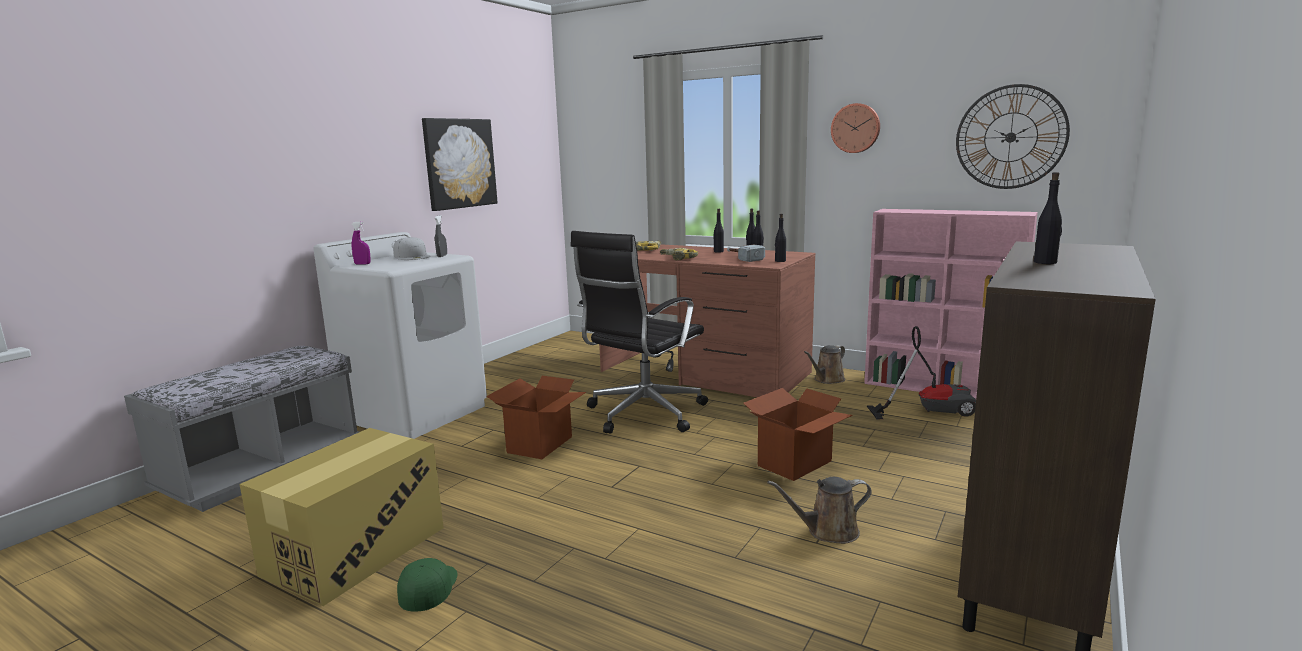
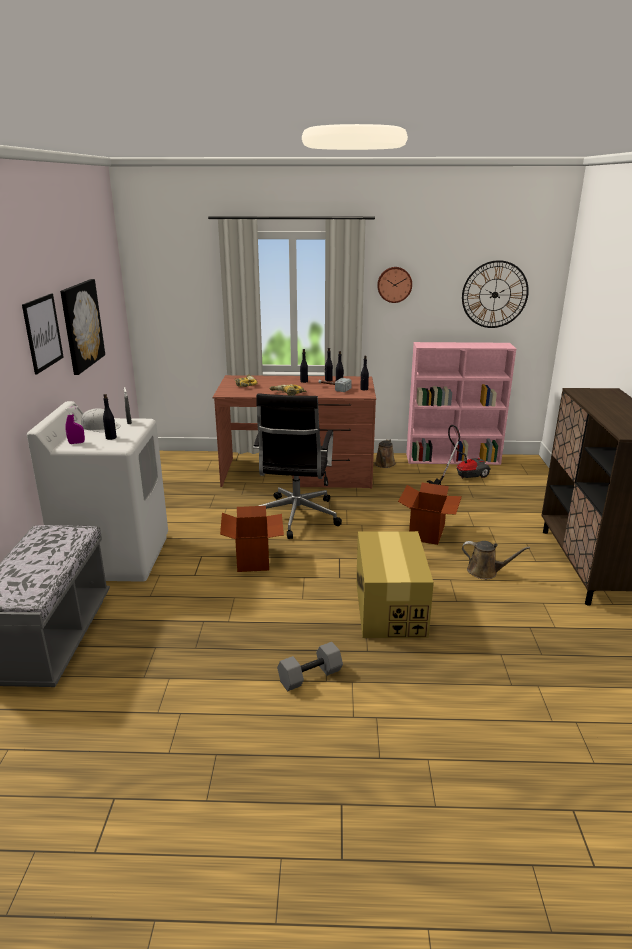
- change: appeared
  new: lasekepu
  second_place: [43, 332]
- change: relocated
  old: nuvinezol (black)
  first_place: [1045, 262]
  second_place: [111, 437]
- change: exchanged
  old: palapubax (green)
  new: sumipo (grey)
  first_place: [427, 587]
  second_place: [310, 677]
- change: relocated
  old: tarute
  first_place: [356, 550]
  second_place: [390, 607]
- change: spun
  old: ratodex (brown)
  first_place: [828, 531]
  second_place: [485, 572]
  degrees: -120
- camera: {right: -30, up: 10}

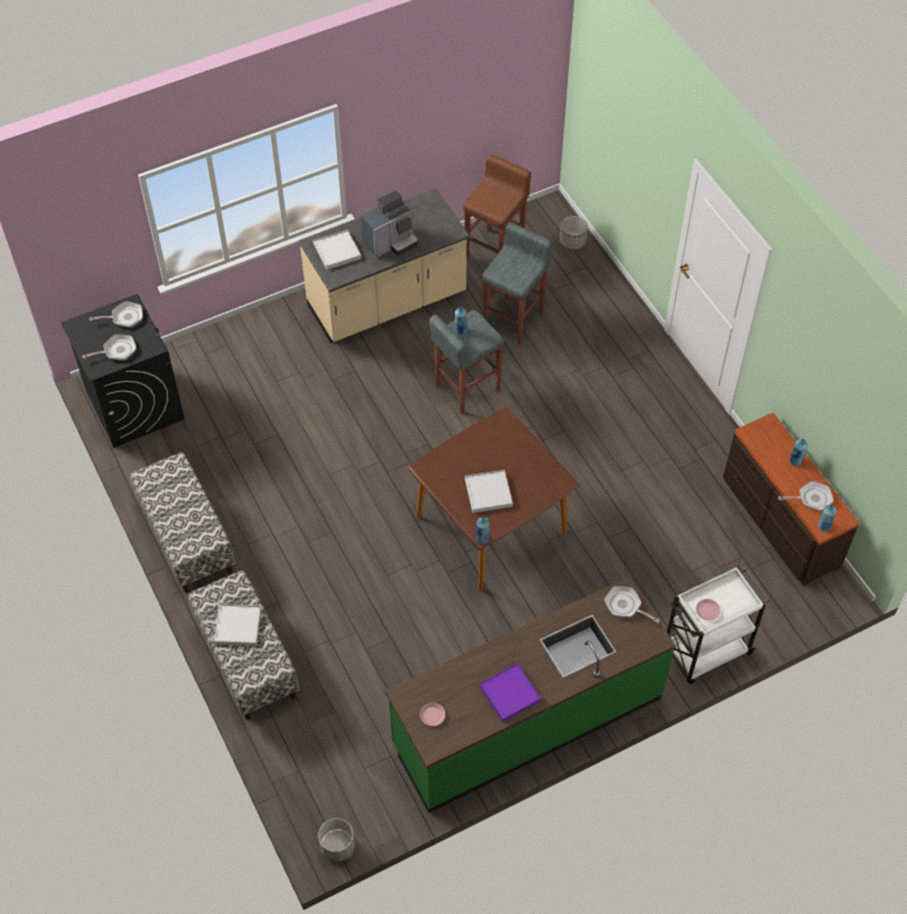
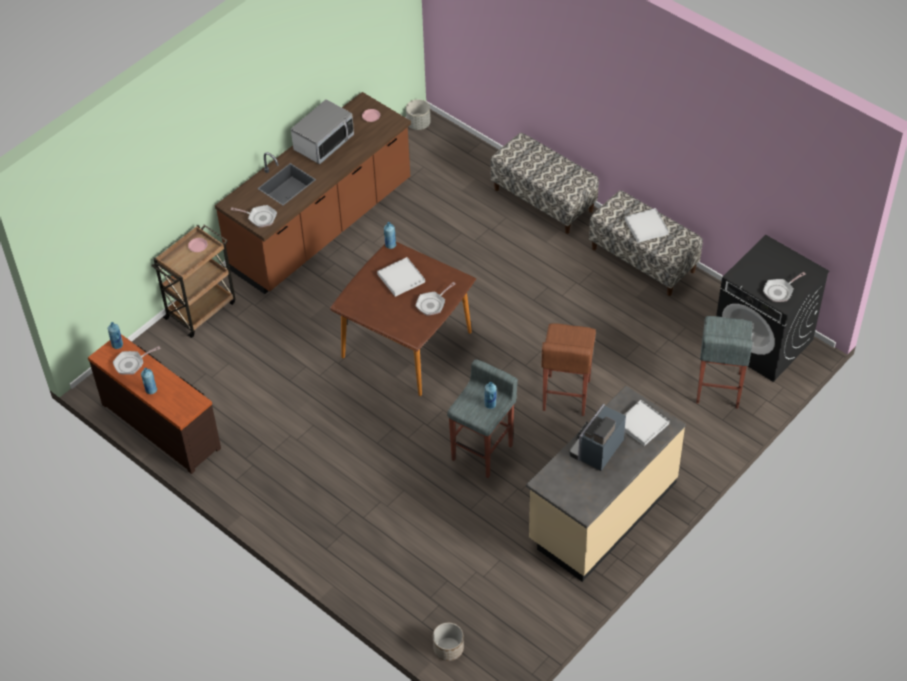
- change: colour
  old: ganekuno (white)
  new: ganekuno (brown)
  first_place: [705, 651]
  second_place: [201, 309]
- change: colour
  old: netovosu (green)
  new: netovosu (brown)
  first_place: [526, 720]
  second_place: [322, 226]
- change: exchanged
  old: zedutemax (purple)
  new: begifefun
  first_place: [509, 694]
  second_place: [323, 143]
- change: relocated
  old: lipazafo
  first_place: [117, 350]
  second_place: [432, 304]
- change: relocated
  old: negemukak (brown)
  first_place: [495, 251]
  second_place: [565, 396]
- change: relocated
  old: zedutemax (white)
  first_place: [237, 626]
  second_place: [646, 227]
- change: relocated
  old: negemukak (grey)
  first_place: [514, 320]
  second_place: [718, 388]
- camera: {right: 160, up: -5}

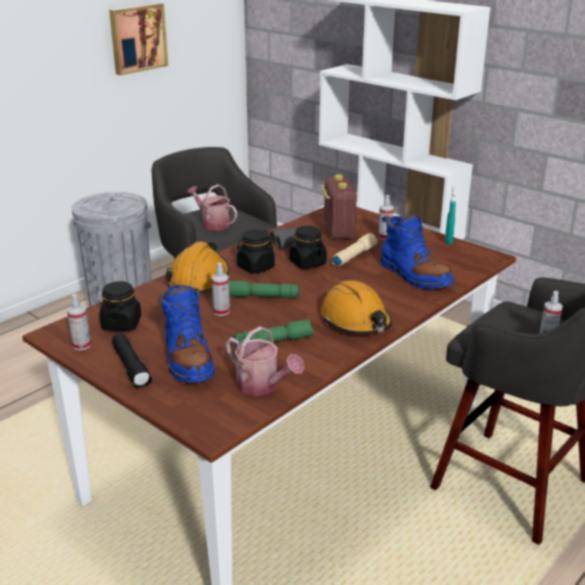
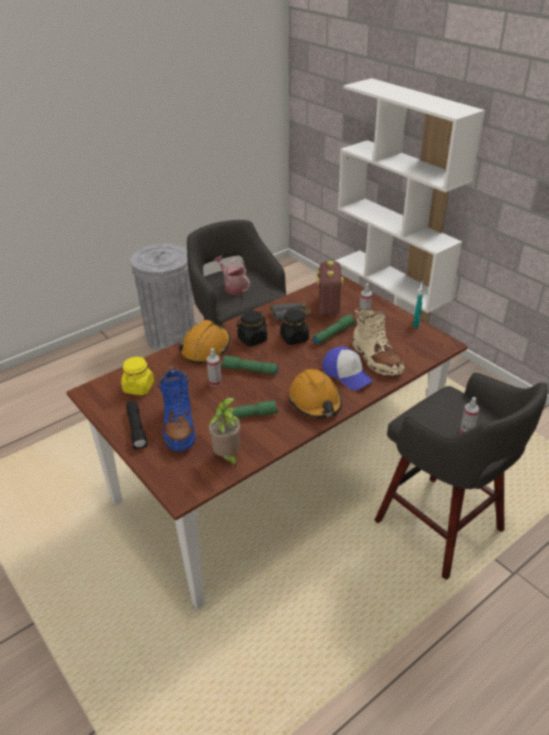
- change: colour
  old: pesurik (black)
  new: pesurik (yellow)
  first_place: [121, 324]
  second_place: [138, 387]
- change: exchanged
  old: ratodex
  new: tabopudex
  first_place: [262, 386]
  second_place: [227, 457]
- change: colour
  old: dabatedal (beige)
  new: dabatedal (green)
  first_place: [354, 256]
  second_place: [333, 333]
- change: appeared
  new: palapubax
  second_place: [347, 374]
- change: colour
  old: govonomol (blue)
  new: govonomol (beige)
  first_place: [414, 275]
  second_place: [376, 358]
- change: missing
  old: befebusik
  first_place: [81, 345]
- change: missing
  old: lasekepu
  first_place: [137, 38]
- camera: {right: 10, up: 10}

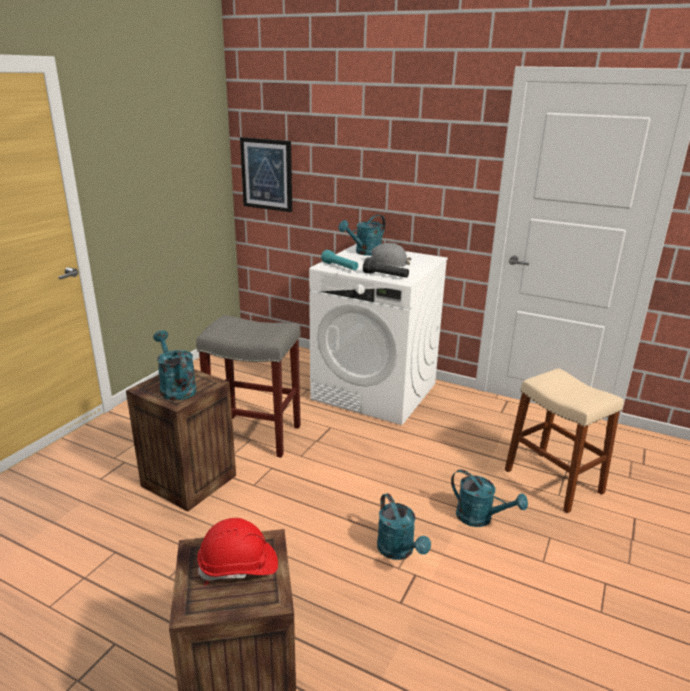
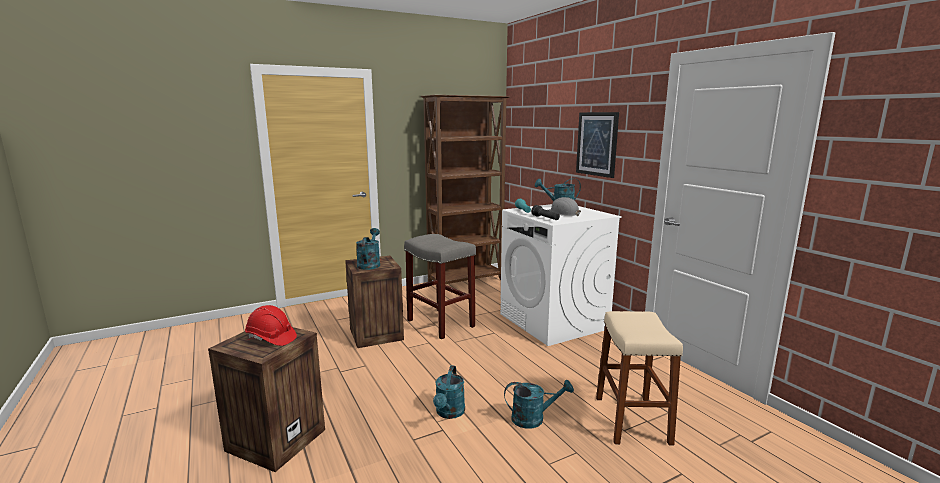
- change: appeared
  new: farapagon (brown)
  second_place: [466, 281]
- change: spun
  old: ratodex (turquoise)
  first_place: [480, 518]
  second_place: [534, 418]
  degrees: -75
- change: relocated
  old: lasekepu
  first_place: [267, 174]
  second_place: [597, 144]
- camera: {right: 35, up: -10}

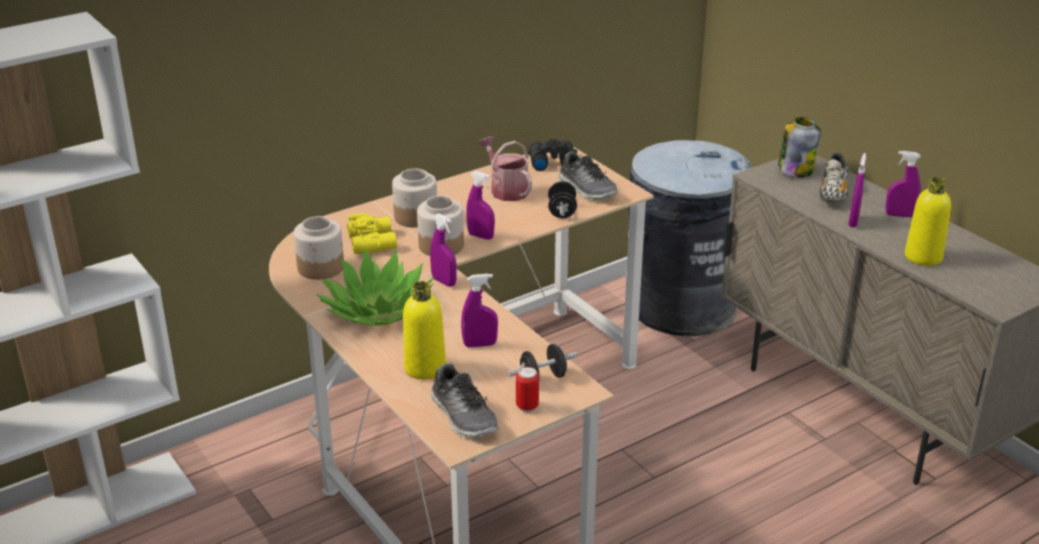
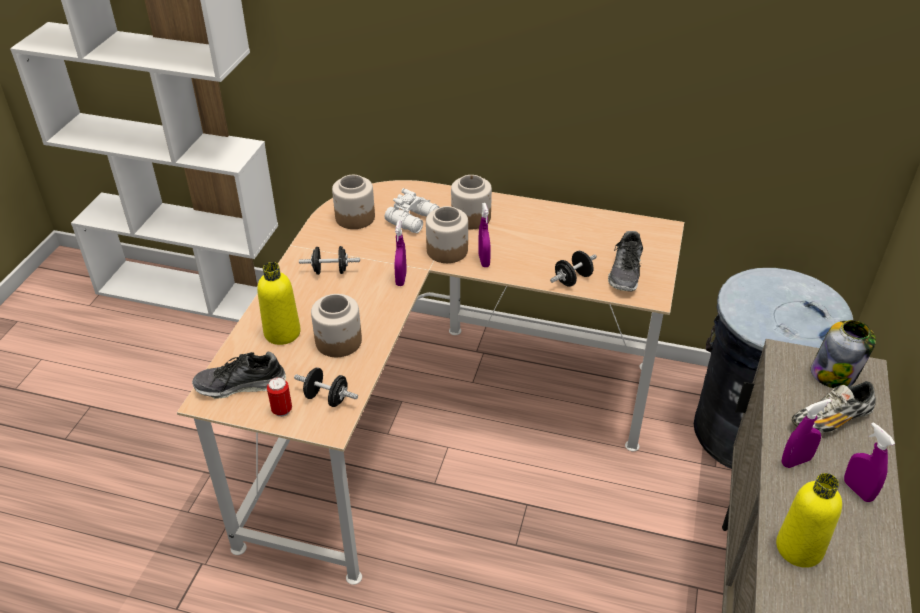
- change: spun
  old: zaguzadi
  first_place: [464, 416]
  second_place: [241, 385]
  degrees: 60
- change: exchanged
  old: tabopudex
  new: sumipo (black)
  first_place: [377, 310]
  second_place: [330, 271]
- change: exchanged
  old: befebusik (purple)
  new: pesurik
  first_place: [480, 344]
  second_place: [338, 342]
- change: colour
  old: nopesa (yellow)
  new: nopesa (white)
  first_place: [373, 242]
  second_place: [414, 219]
- change: missing
  old: ratodex
  first_place: [506, 190]
- change: missing
  old: nopesa (black)
  first_place: [551, 162]
- camera: {right: 50, up: 10}

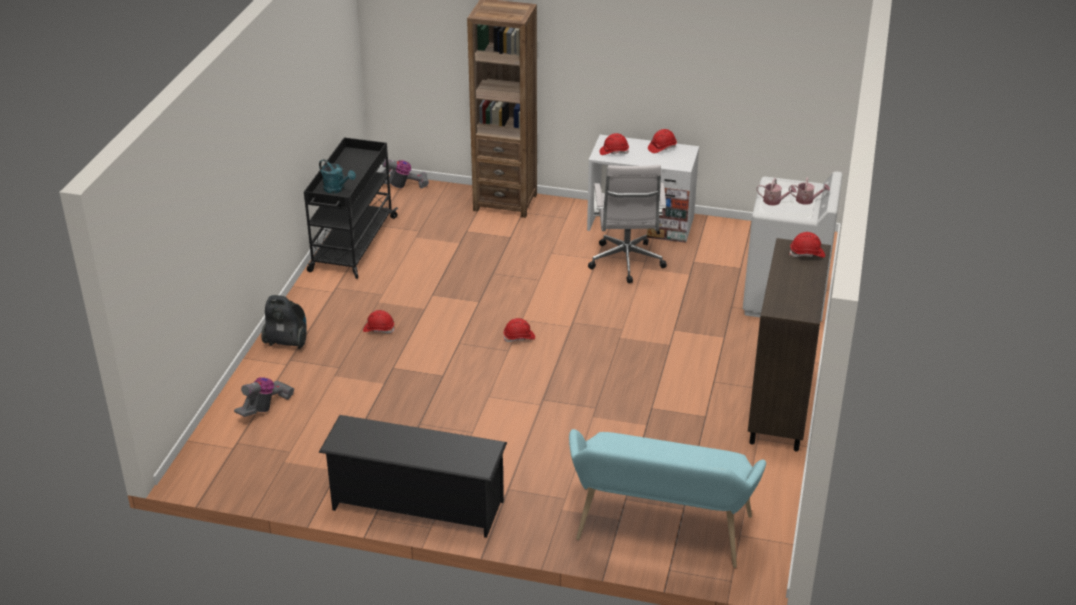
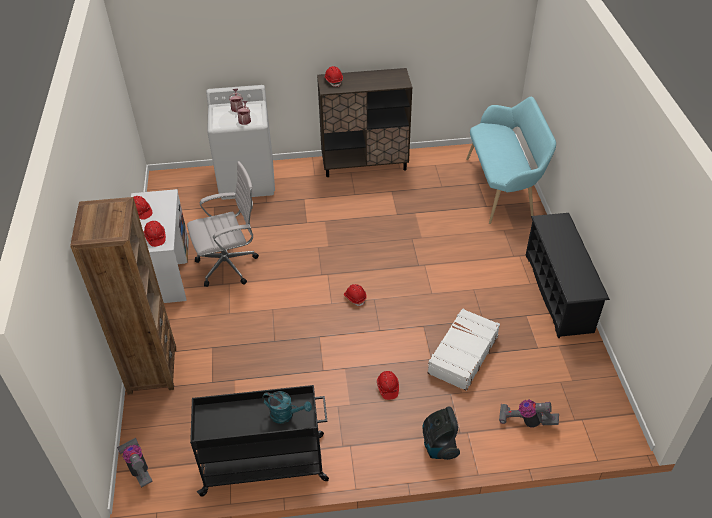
- change: spun
  old: ratodex (turquoise)
  first_place: [337, 189]
  second_place: [286, 415]
  degrees: 90
- change: appeared
  new: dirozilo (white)
  second_place: [462, 354]
- camera: {right: -110, up: 10}

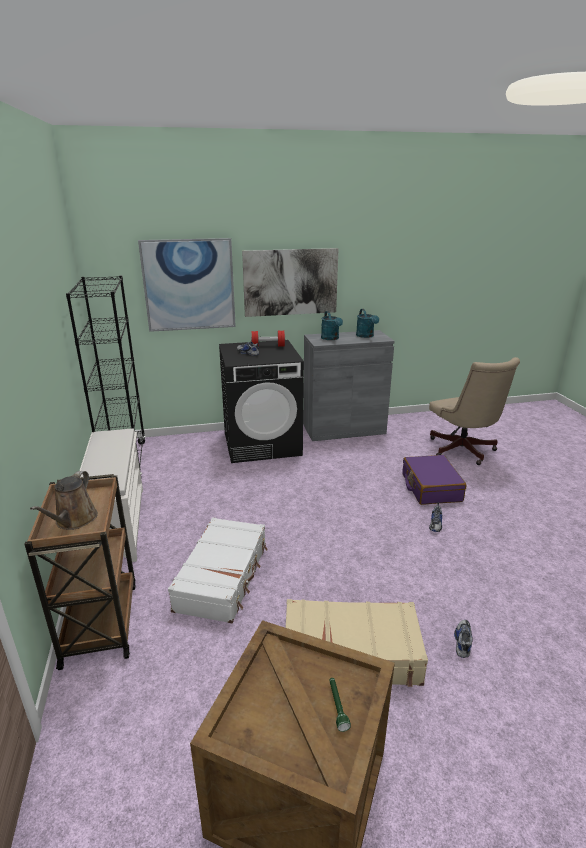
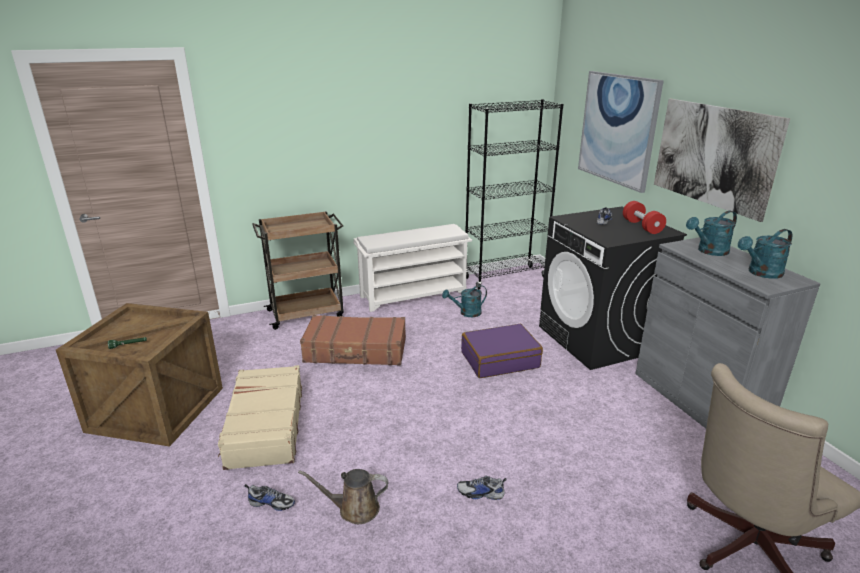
- change: relocated
  old: ratodex (brown)
  first_place: [74, 520]
  second_place: [354, 509]
- change: colour
  old: dirozilo (white)
  new: dirozilo (brown)
  first_place: [223, 577]
  second_place: [356, 351]
- change: appeared
  new: ratodex (turquoise)
  second_place: [466, 313]
- change: relocated
  old: dirozilo (purple)
  first_place: [430, 487]
  second_place: [500, 360]
- camera: {right: 80, up: 0}

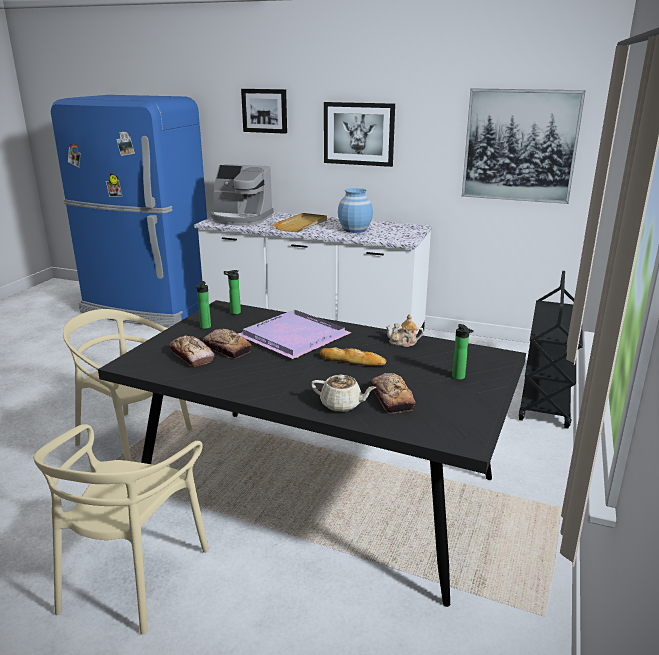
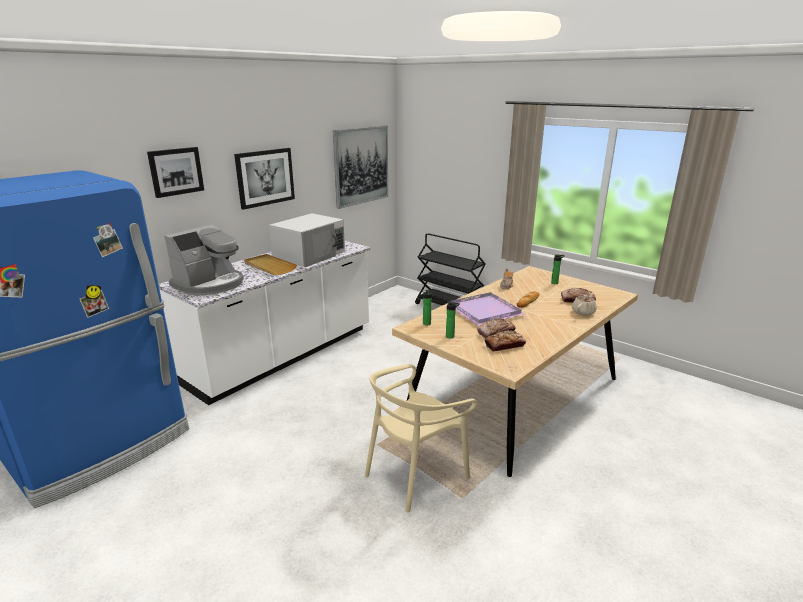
- change: exchanged
  old: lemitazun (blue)
  new: begifefun (white)
  first_place: [354, 230]
  second_place: [310, 254]
- change: colour
  old: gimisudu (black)
  new: gimisudu (beige)
  first_place: [317, 490]
  second_place: [515, 396]
- change: missing
  old: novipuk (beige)
  first_place: [132, 577]
- camera: {right: -70, up: 0}

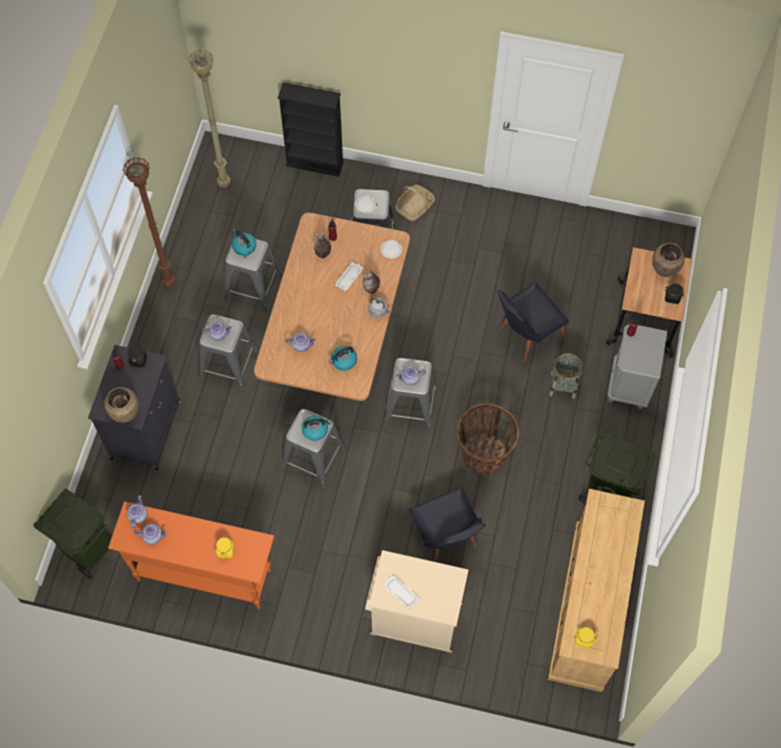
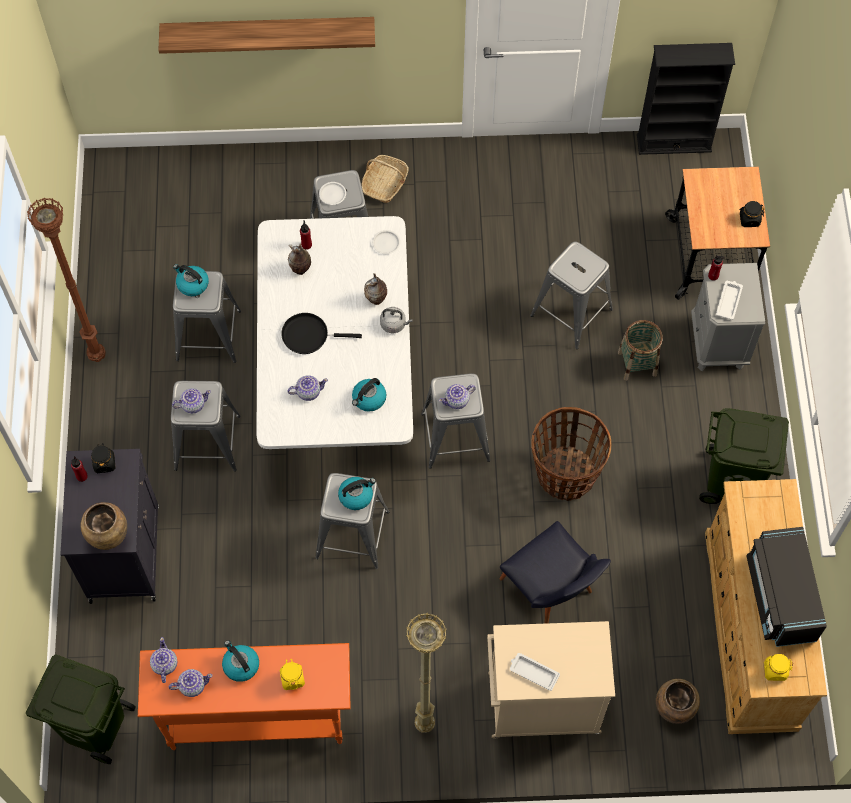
- change: appeared
  new: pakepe
  second_place: [268, 31]
- change: appeared
  new: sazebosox
  second_place: [240, 665]
- change: colour
  old: gimisudu (brown)
  new: gimisudu (white)
  first_place: [336, 344]
  second_place: [338, 382]
- change: appeared
  new: lipazafo (black)
  second_place: [309, 335]
- change: relocated
  old: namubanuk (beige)
  first_place: [225, 184]
  second_place: [426, 724]
- change: exchanged
  old: novipuk (black)
  new: negemukak (grey)
  first_place: [525, 335]
  second_place: [571, 312]
- change: relocated
  old: farapagon (black)
  first_place: [315, 163]
  second_place: [674, 143]
- change: relocated
  old: lemitazun (brown)
  first_place: [664, 270]
  second_place: [674, 709]
- change: relocated
  old: zedutemax (white)
  first_place: [349, 277]
  second_place: [729, 301]
- change: appeared
  new: begifefun (black)
  second_place: [780, 596]
- camera: {right: -15, up: 0}

